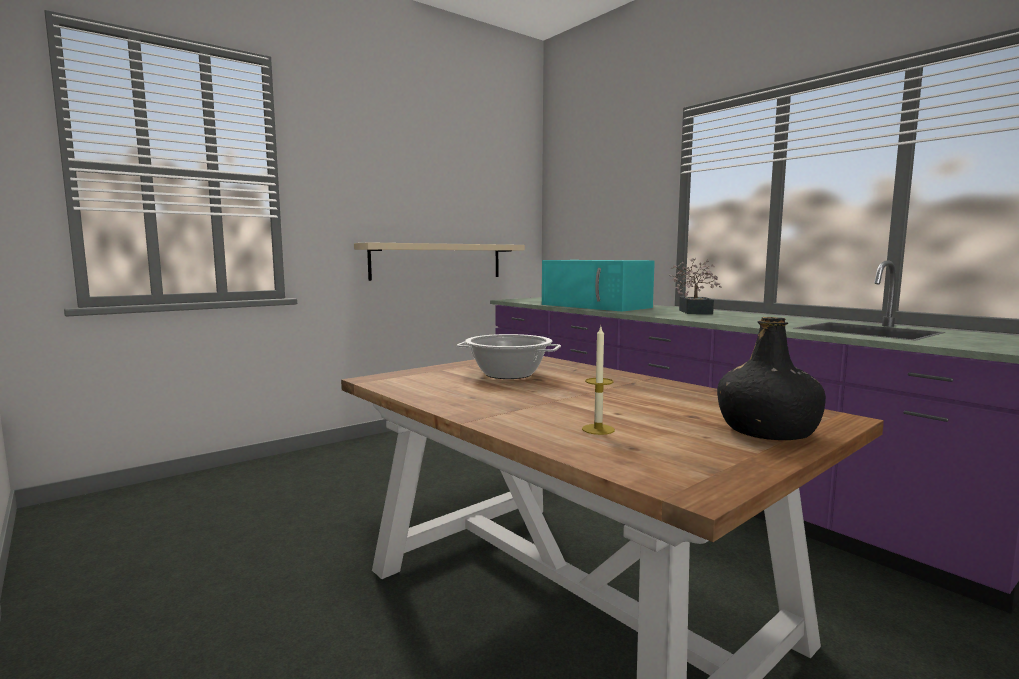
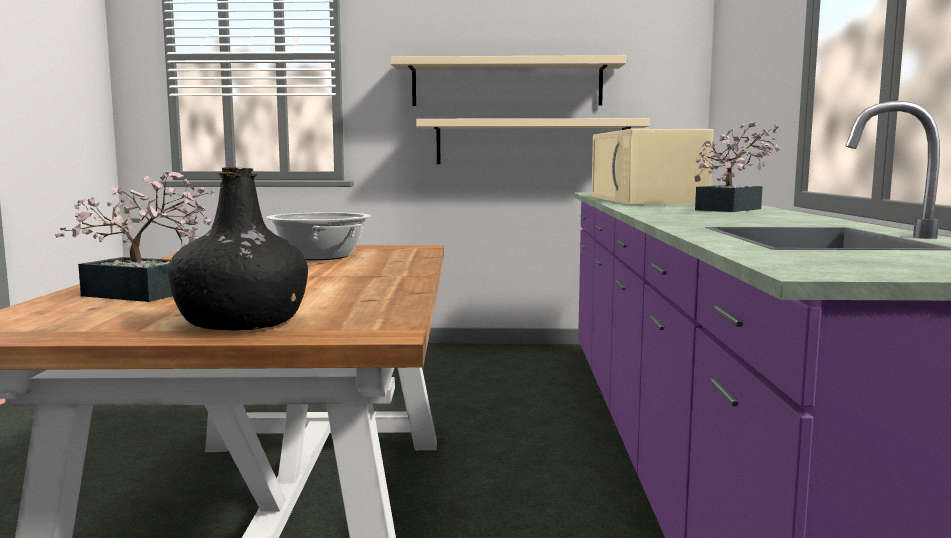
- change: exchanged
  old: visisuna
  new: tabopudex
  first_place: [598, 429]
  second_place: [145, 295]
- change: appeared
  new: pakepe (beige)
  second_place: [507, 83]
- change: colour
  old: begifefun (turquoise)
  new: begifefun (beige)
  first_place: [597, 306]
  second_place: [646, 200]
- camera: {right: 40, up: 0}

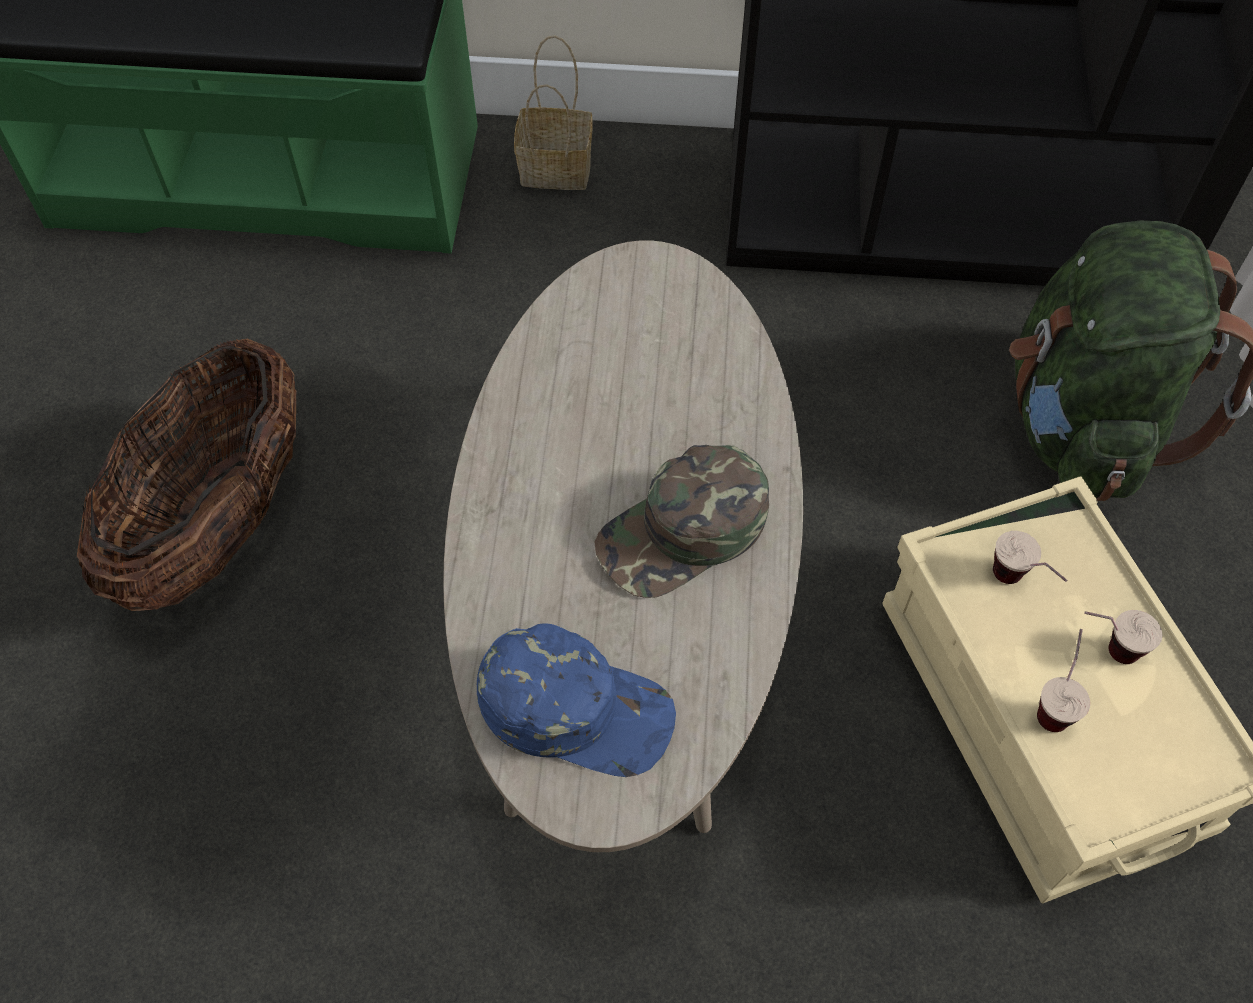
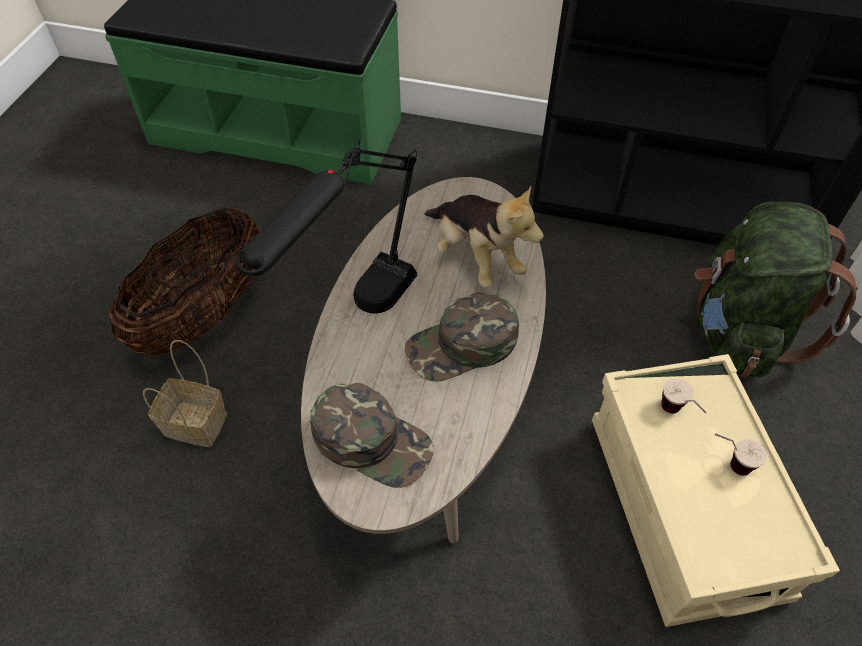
- change: relocated
  old: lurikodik
  first_place: [558, 168]
  second_place: [197, 423]
- change: appeared
  new: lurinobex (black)
  second_place: [357, 319]
- change: colour
  old: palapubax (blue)
  new: palapubax (green)
  first_place: [576, 708]
  second_place: [372, 440]
- change: appeared
  new: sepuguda
  second_place: [475, 257]
- change: missing
  old: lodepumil
  first_place: [1054, 700]
- camera: {right: 10, up: -5}

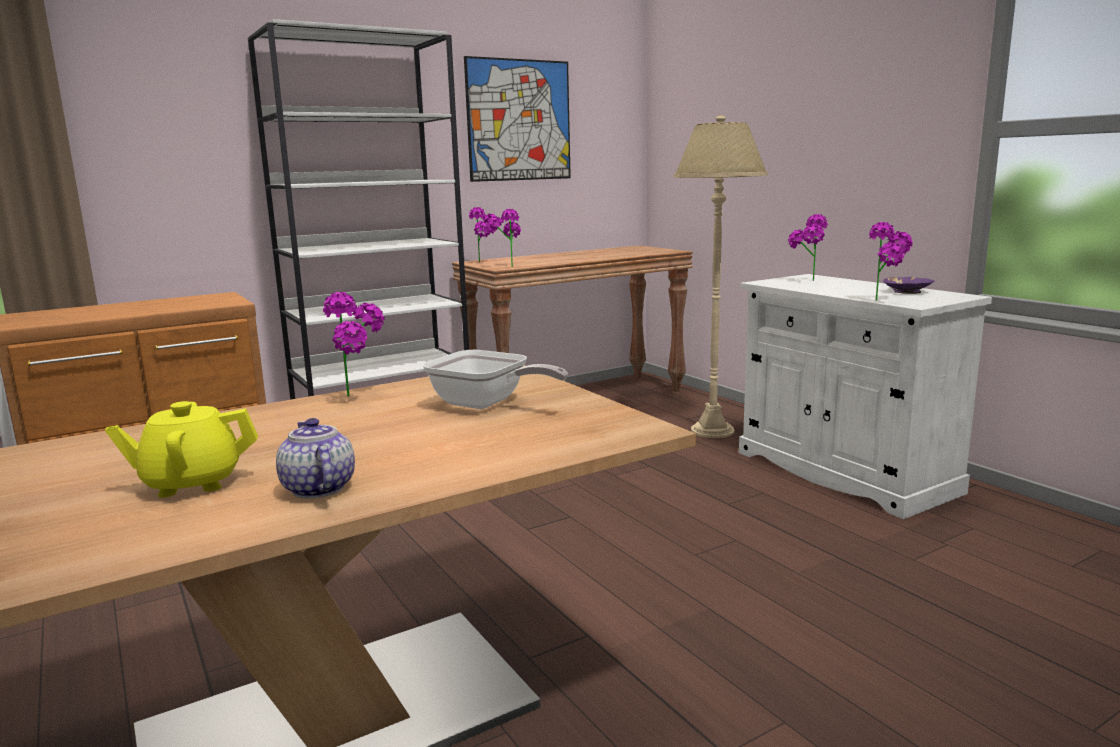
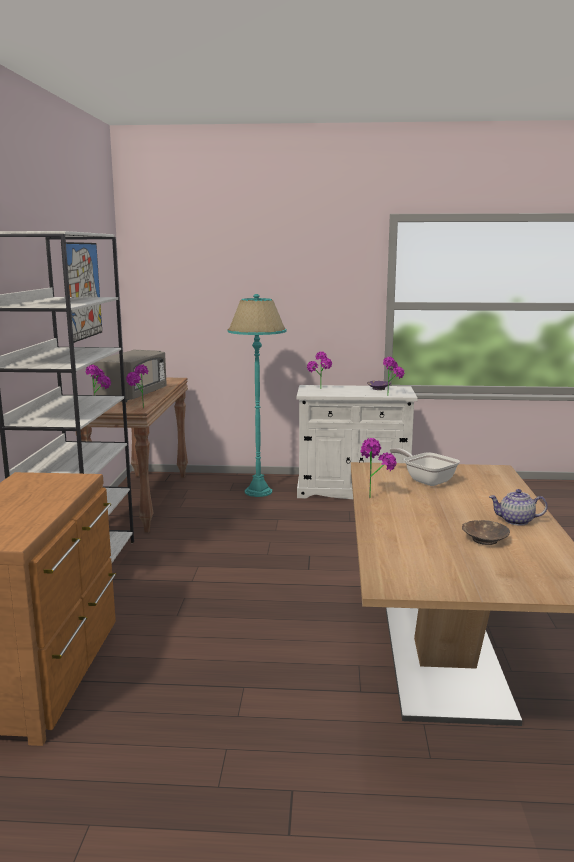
- change: appeared
  new: begifefun (grey)
  second_place: [132, 395]
- change: colour
  old: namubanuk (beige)
  new: namubanuk (turquoise)
  first_place: [712, 430]
  second_place: [258, 492]
- change: spun
  old: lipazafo
  first_place: [486, 404]
  second_place: [426, 480]
  degrees: -105
- change: exchanged
  old: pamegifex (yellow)
  new: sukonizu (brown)
  first_place: [192, 483]
  second_place: [484, 539]
- camera: {right: -55, up: 0}

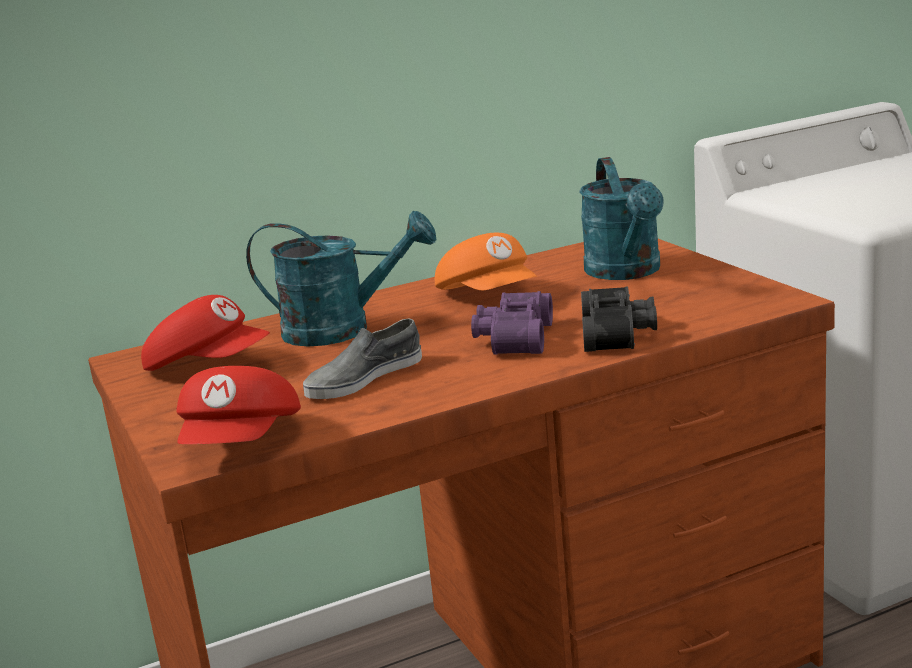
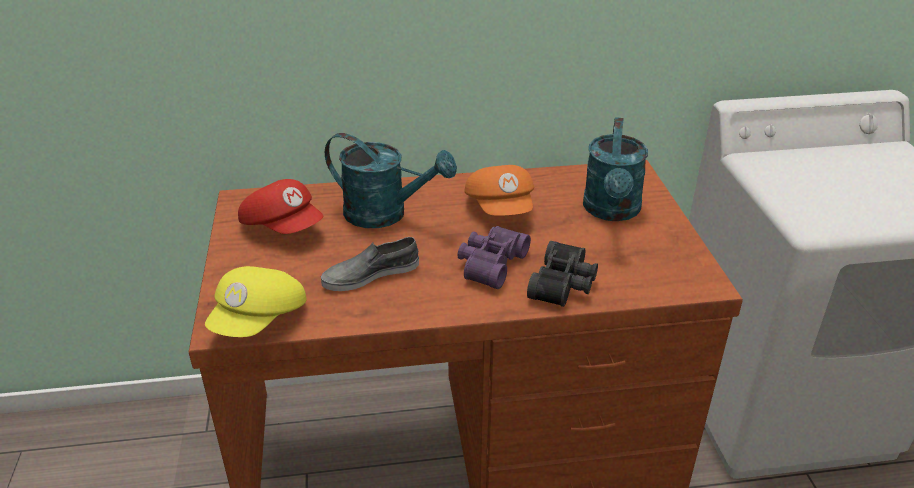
- change: colour
  old: palapubax (red)
  new: palapubax (yellow)
  first_place: [243, 444]
  second_place: [260, 320]
- camera: {right: 15, up: 15}

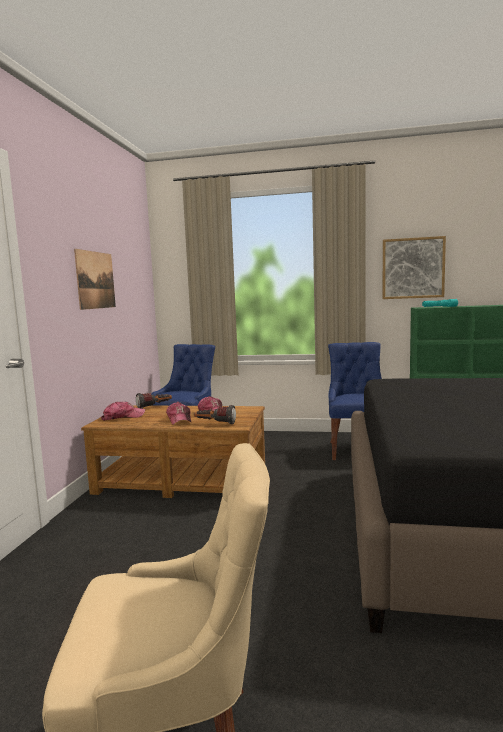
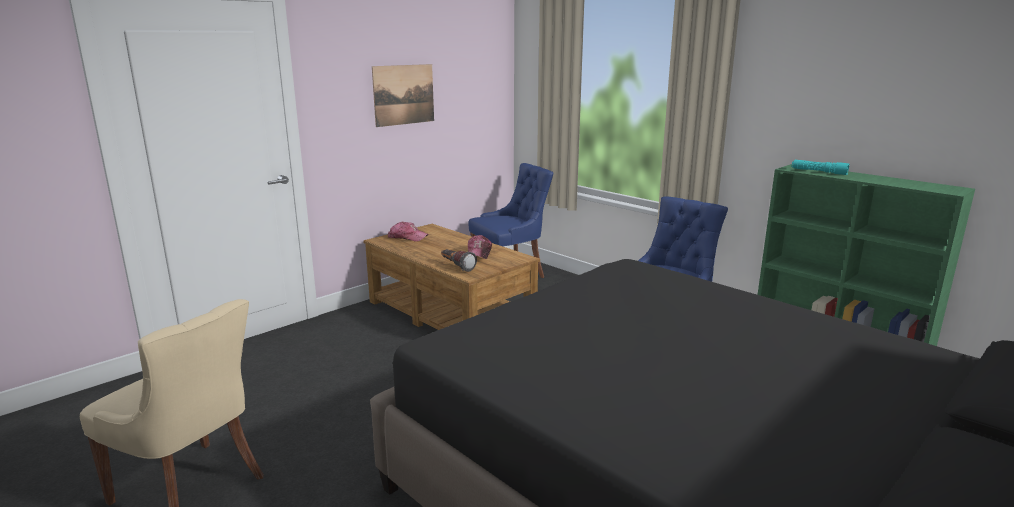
- change: missing
  old: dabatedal
  first_place: [154, 407]
- change: missing
  old: palapubax
  first_place: [179, 419]
- change: missing
  old: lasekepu
  first_place: [413, 268]
- camera: {right: 35, up: 10}

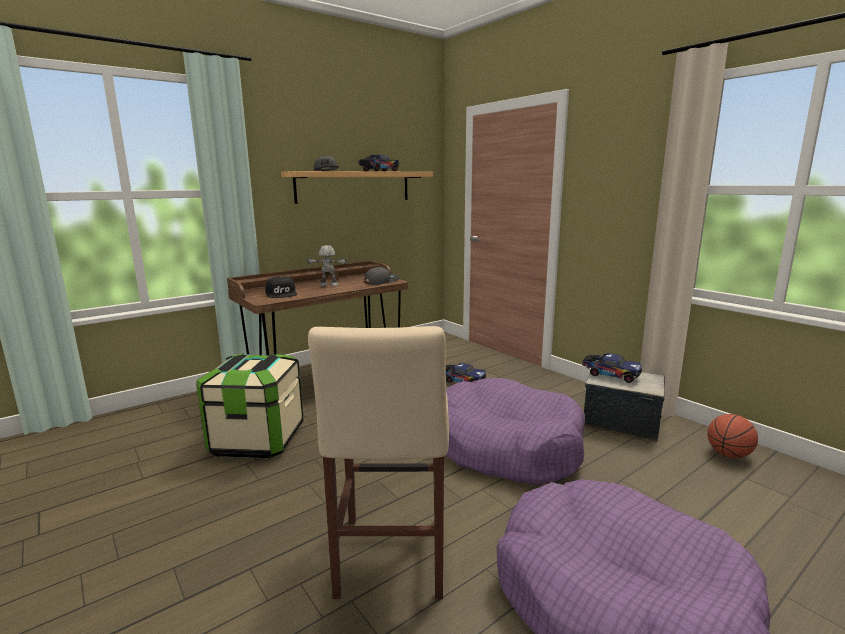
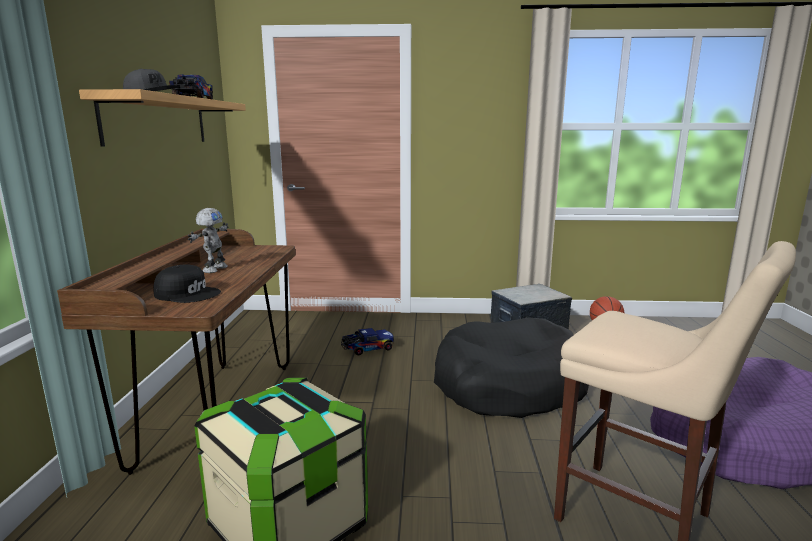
- change: spun
  old: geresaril
  first_place: [328, 285]
  second_place: [214, 269]
  degrees: 150
- change: colour
  old: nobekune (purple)
  new: nobekune (black)
  first_place: [505, 446]
  second_place: [509, 385]
- change: missing
  old: palapubax (grey)
  first_place: [381, 281]
- change: missing
  old: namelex
  first_place: [610, 375]
- camera: {right: -50, up: 0}

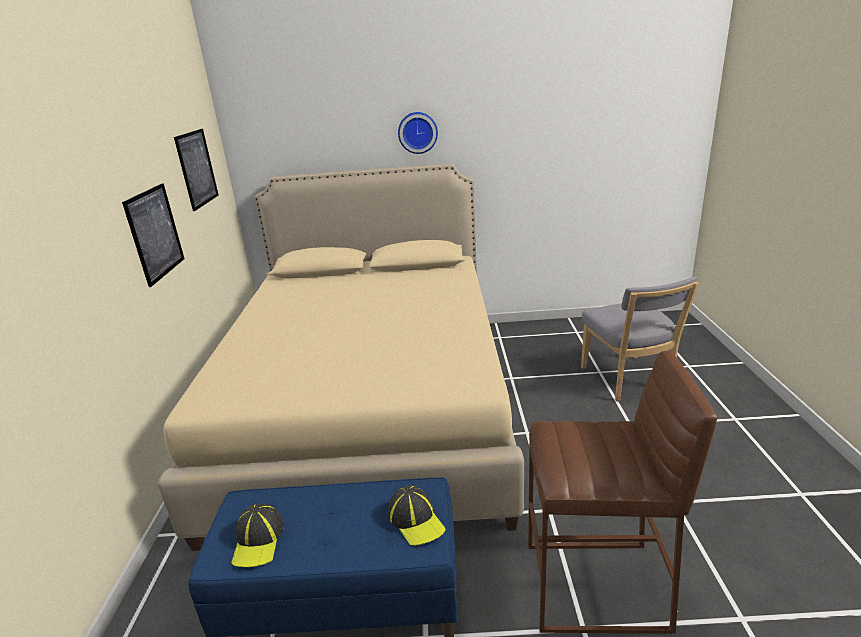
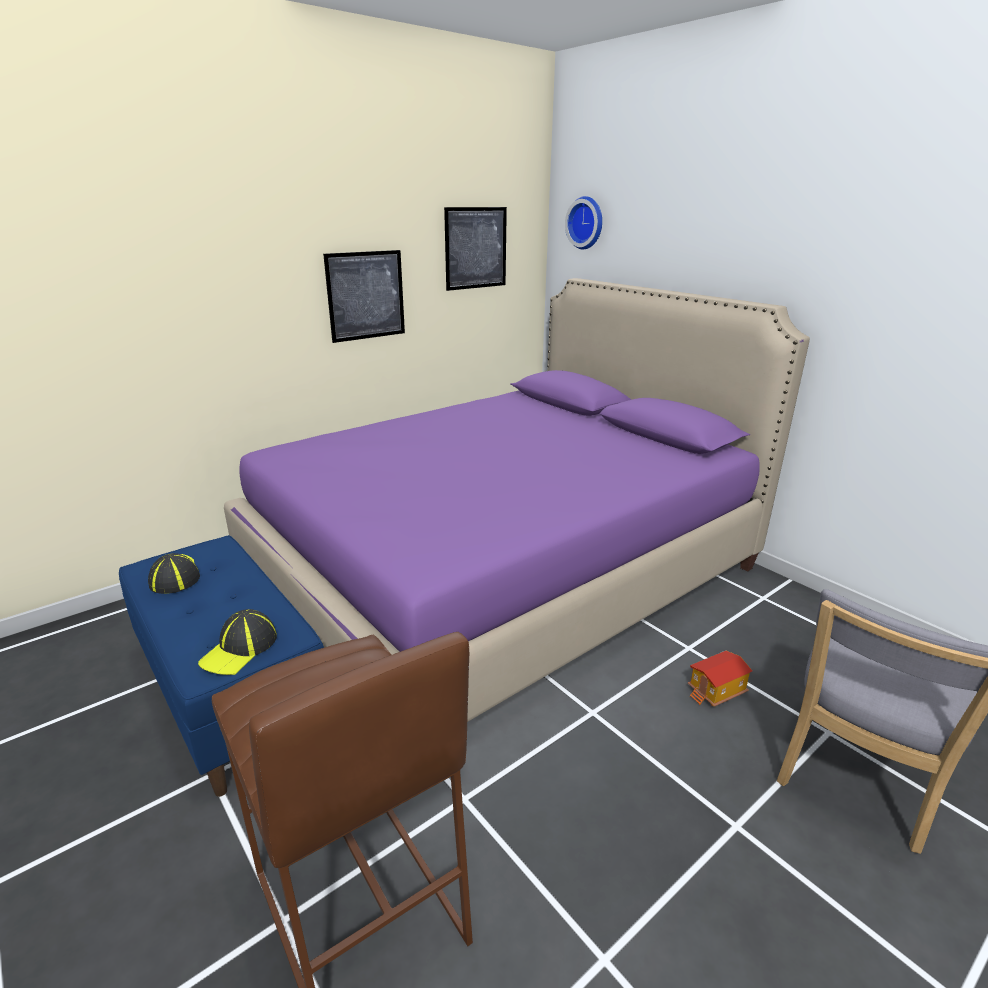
- change: spun
  old: palapubax
  first_place: [258, 540]
  second_place: [174, 576]
  degrees: 105
- change: colour
  old: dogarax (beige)
  new: dogarax (purple)
  first_place: [371, 408]
  second_place: [504, 574]
- change: relocated
  old: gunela
  first_place: [417, 132]
  second_place: [586, 223]
- change: appeared
  new: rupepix
  second_place: [717, 692]
- camera: {right: 50, up: 0}

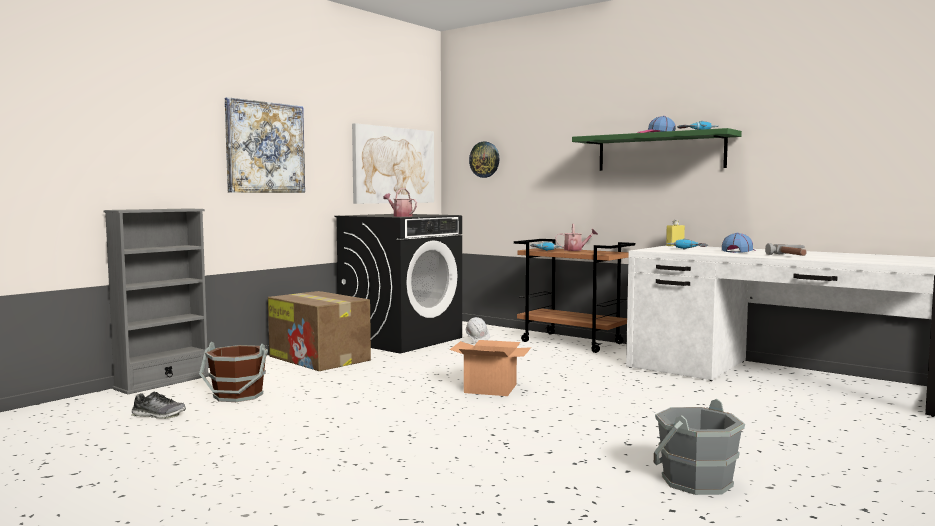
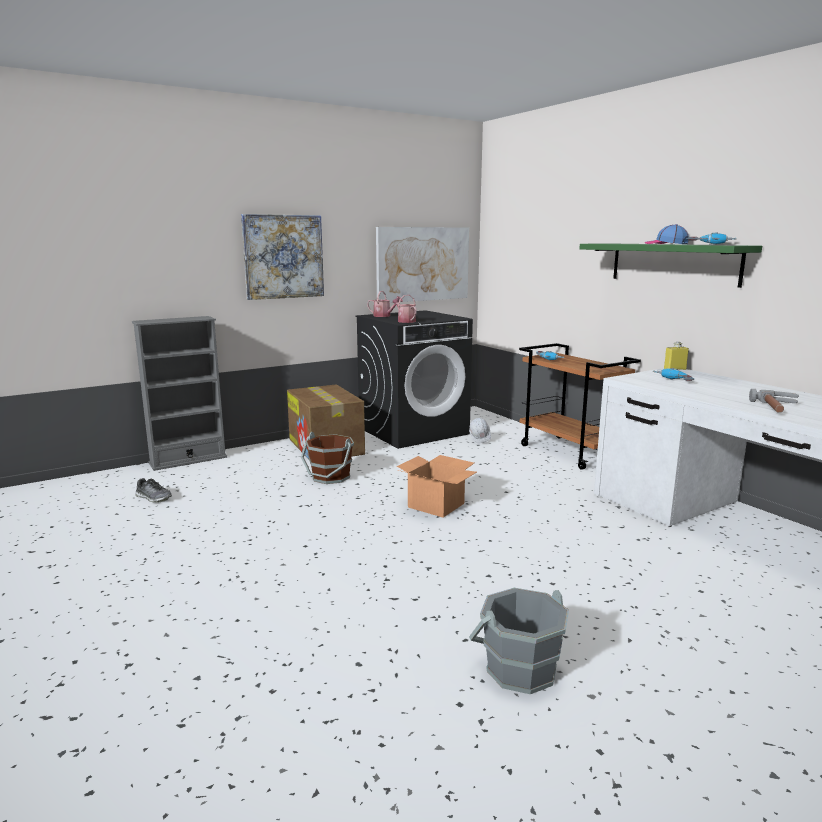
- change: relocated
  old: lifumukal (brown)
  first_place: [238, 395]
  second_place: [330, 477]
- change: relocated
  old: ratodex
  first_place: [576, 250]
  second_place: [384, 316]
- change: missing
  old: gunela
  first_place: [484, 159]
- change: missing
  old: palapubax
  first_place: [738, 251]
- camera: {right: 20, up: 10}

